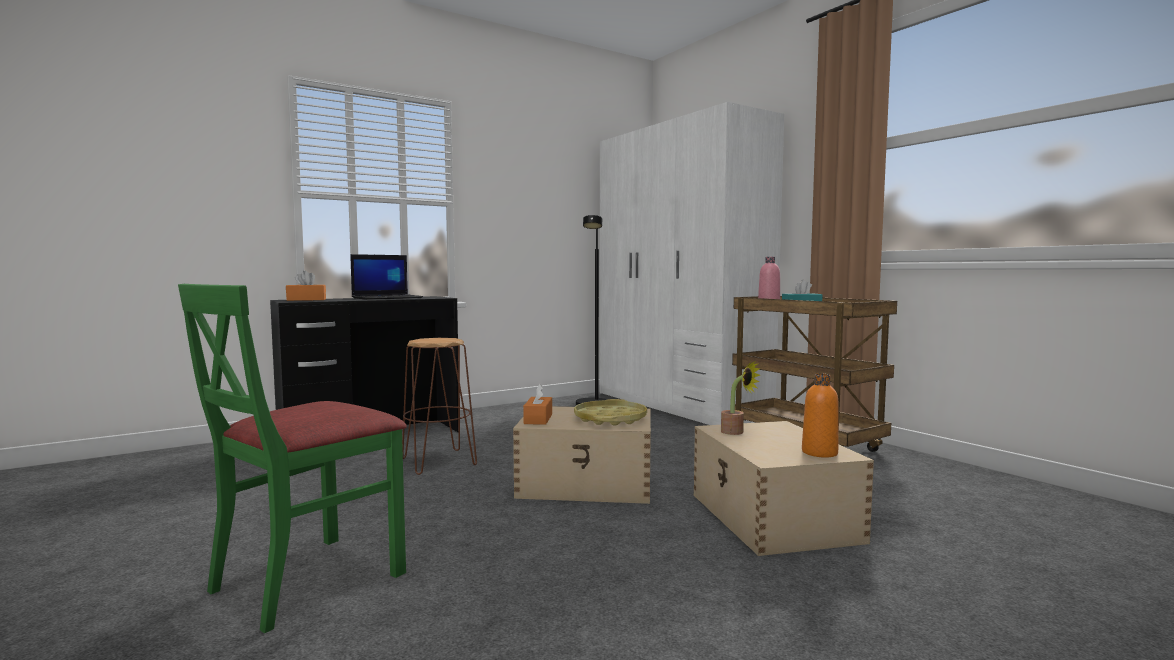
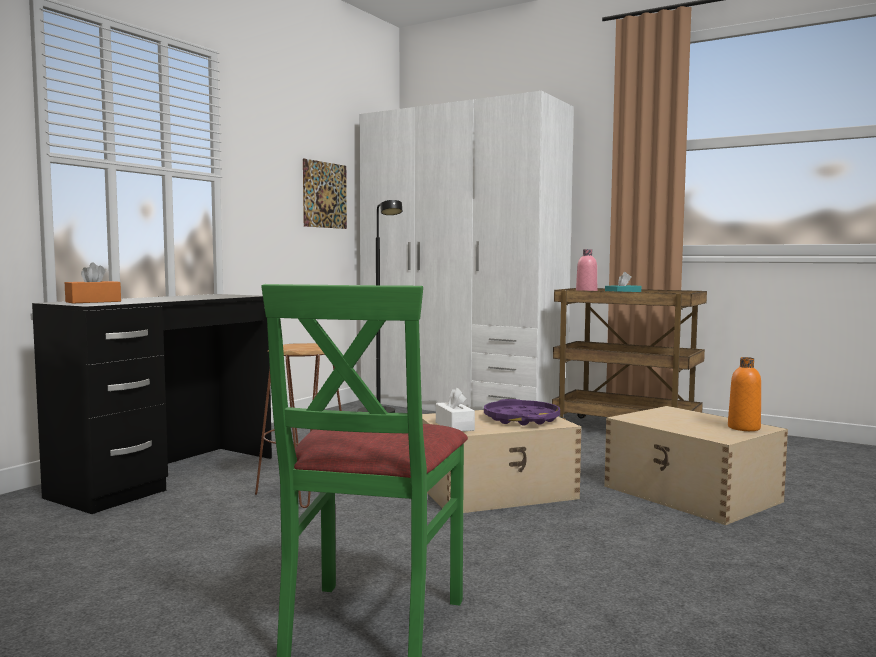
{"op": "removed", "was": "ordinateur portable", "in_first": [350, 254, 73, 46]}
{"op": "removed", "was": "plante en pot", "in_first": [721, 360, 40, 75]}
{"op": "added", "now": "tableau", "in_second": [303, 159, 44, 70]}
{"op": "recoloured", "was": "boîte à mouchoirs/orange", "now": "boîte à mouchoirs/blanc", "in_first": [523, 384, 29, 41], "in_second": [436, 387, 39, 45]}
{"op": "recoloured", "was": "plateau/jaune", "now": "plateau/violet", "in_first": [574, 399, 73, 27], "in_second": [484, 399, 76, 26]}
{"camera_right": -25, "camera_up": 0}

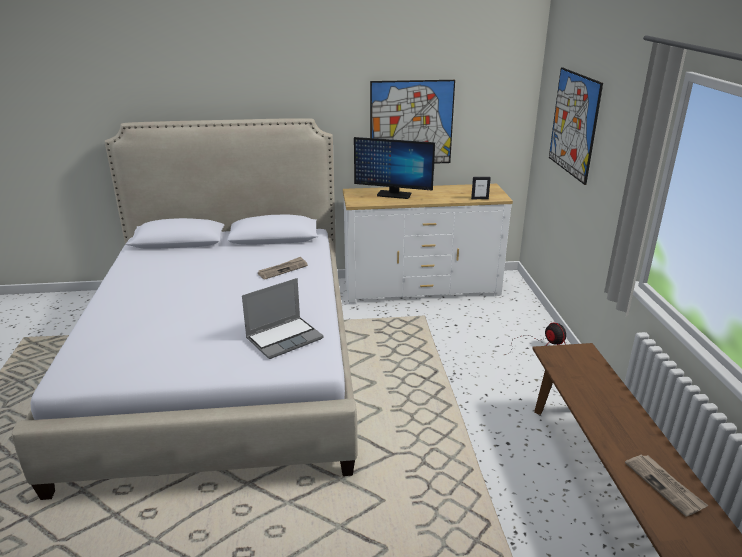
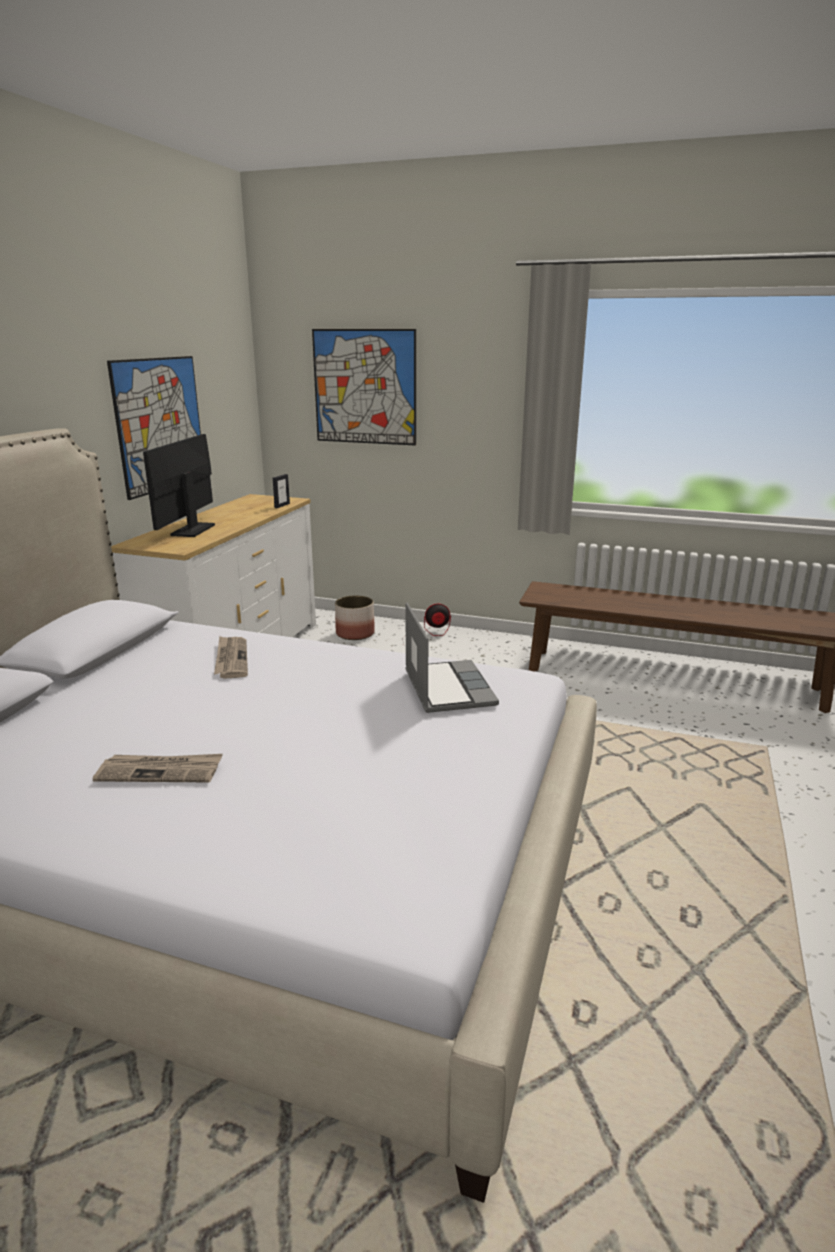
{"op": "added", "now": "cache-pot", "in_second": [335, 596, 40, 44]}
{"op": "moved", "was": "journal", "in_first": [625, 455, 84, 62], "in_second": [93, 754, 130, 28]}
{"op": "turned", "was": "écran d'ordinateur", "in_first": [354, 137, 81, 62], "in_second": [143, 434, 72, 103], "clockwise": 150}
{"camera_right": -65, "camera_up": -5}

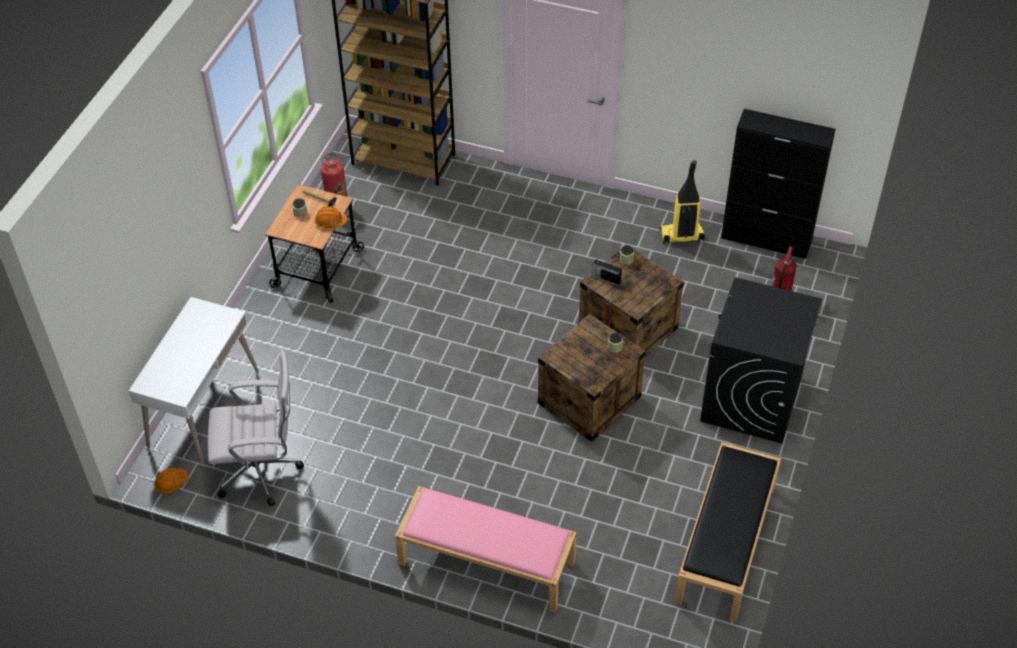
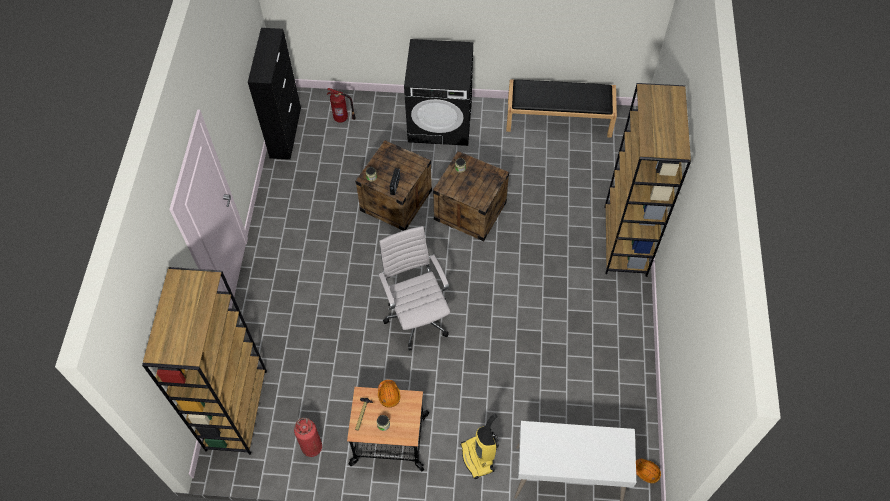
{"op": "moved", "was": "chaise de bureau/blanc", "in_first": [208, 350, 96, 156], "in_second": [378, 226, 73, 124]}
{"op": "moved", "was": "aspirateur", "in_first": [660, 160, 45, 84], "in_second": [461, 413, 38, 66]}
{"op": "replaced", "was": "banc/rose", "now": "bibliothèque/marron", "in_first": [395, 486, 182, 127], "in_second": [605, 83, 86, 194]}
{"camera_right": -105, "camera_up": 10}

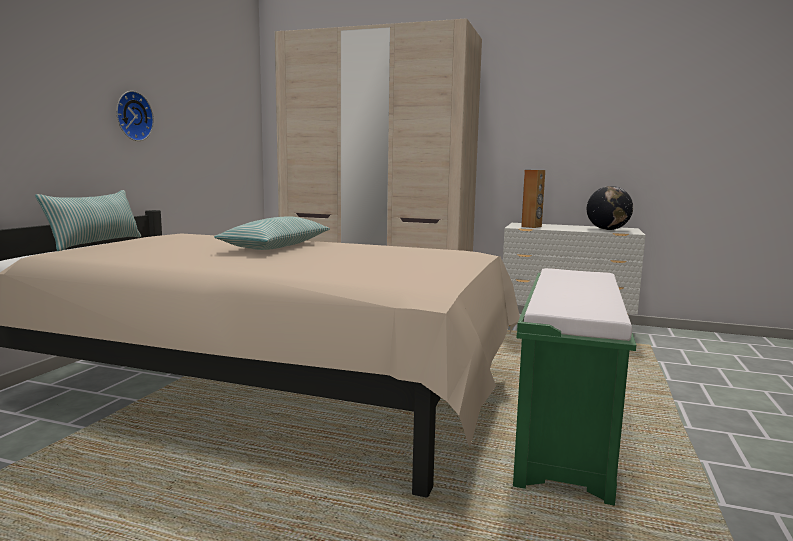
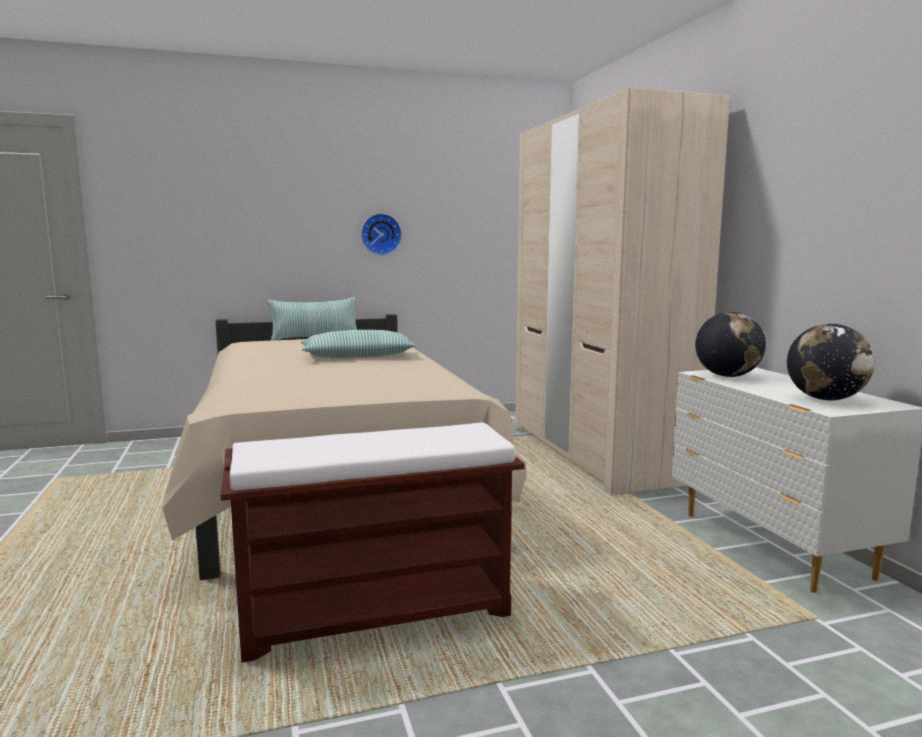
{"op": "replaced", "was": "enceinte/marron", "now": "globe", "in_first": [521, 170, 24, 58], "in_second": [695, 312, 71, 65]}
{"op": "recoloured", "was": "banc/vert", "now": "banc/marron", "in_first": [513, 268, 123, 238], "in_second": [221, 422, 304, 240]}
{"camera_right": 55, "camera_up": 0}

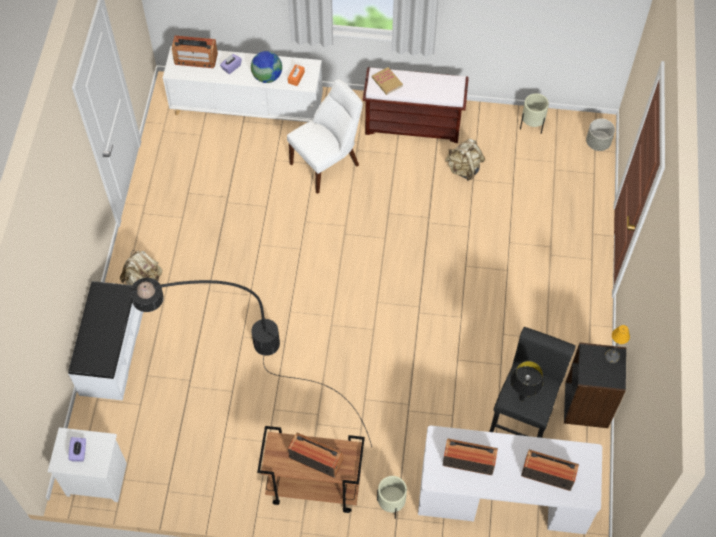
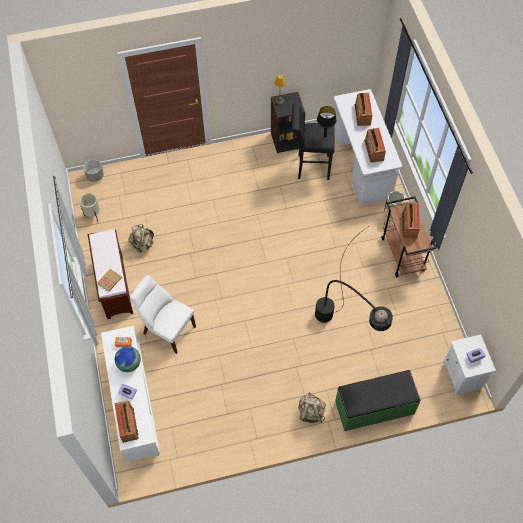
{"op": "recoloured", "was": "banc/blanc", "now": "banc/vert", "in_first": [68, 281, 75, 120], "in_second": [335, 370, 86, 61]}
{"camera_right": -110, "camera_up": 0}

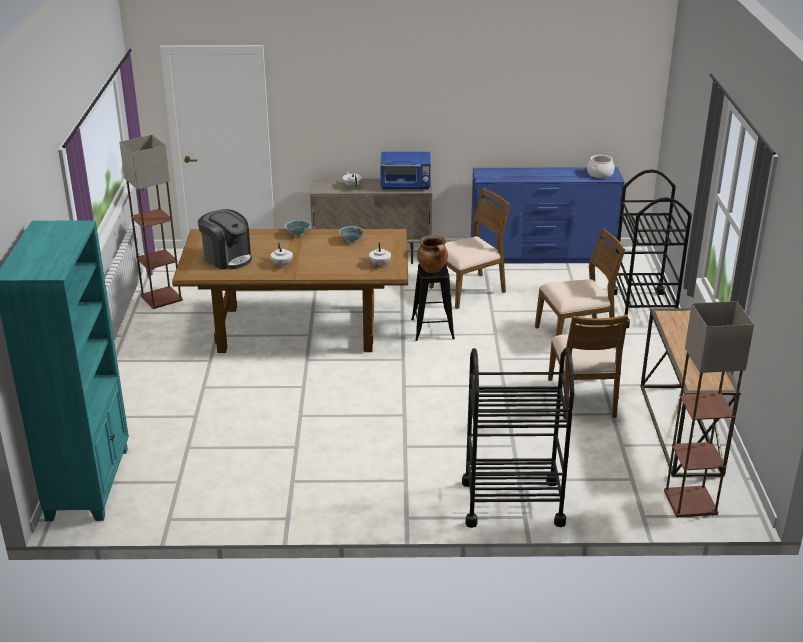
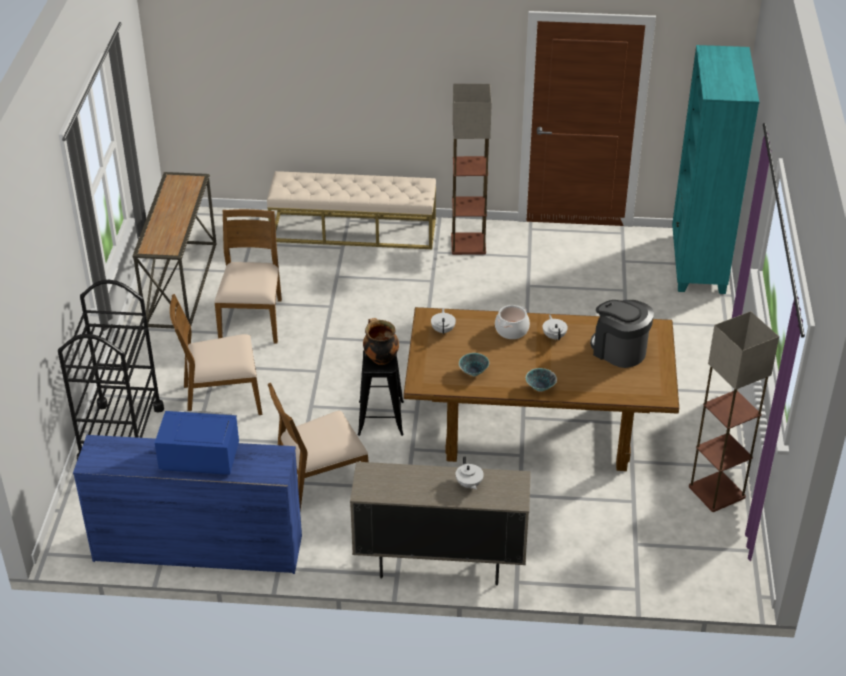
{"op": "moved", "was": "micro-ondes/bleu", "in_first": [380, 152, 51, 38], "in_second": [155, 411, 84, 64]}
{"op": "moved", "was": "marmite", "in_first": [587, 155, 27, 23], "in_second": [495, 305, 35, 34]}
{"op": "moved", "was": "lampadaire", "in_first": [664, 301, 90, 216], "in_second": [451, 84, 41, 171]}
{"op": "replaced", "was": "chariot/noir", "now": "banc/beige", "in_first": [462, 348, 112, 180], "in_second": [267, 171, 169, 78]}
{"camera_right": -175, "camera_up": 10}

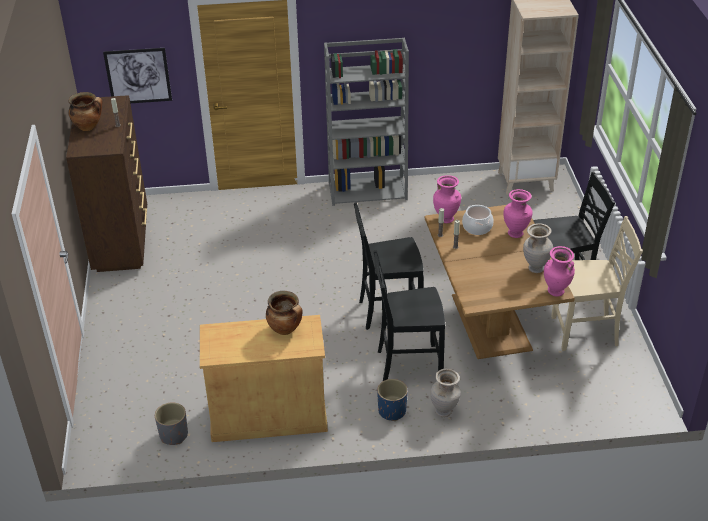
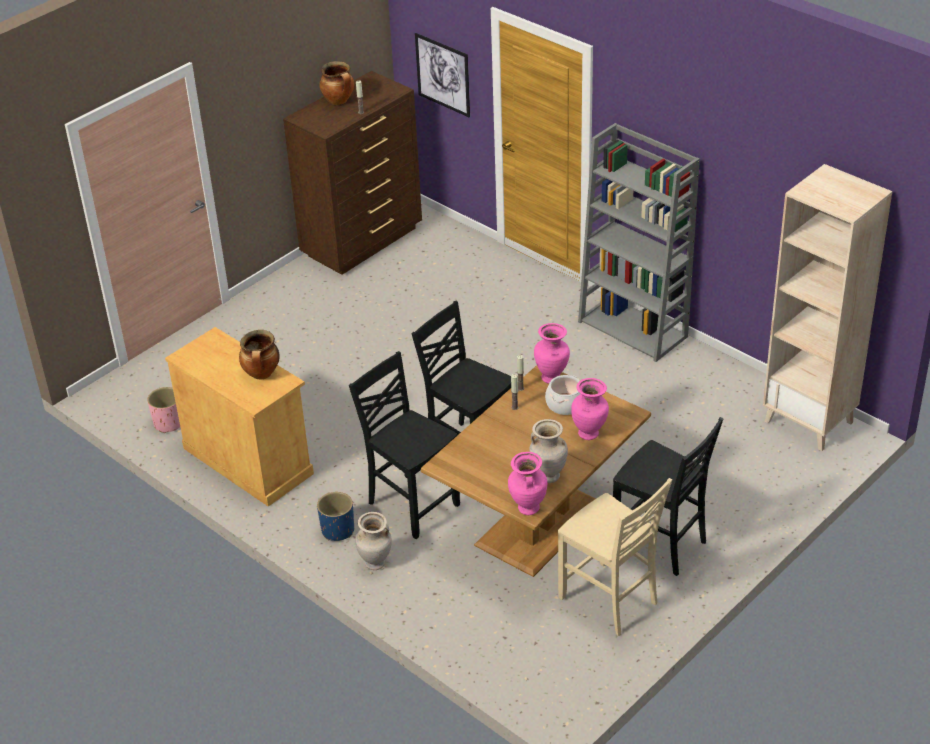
{"op": "recoloured", "was": "cache-pot/gris", "now": "cache-pot/rose", "in_first": [155, 402, 33, 43], "in_second": [147, 387, 33, 46]}
{"camera_right": 50, "camera_up": 0}

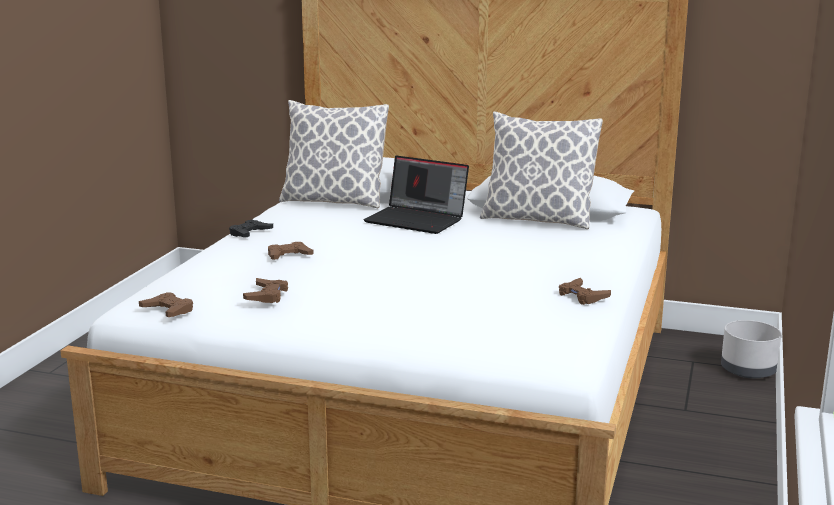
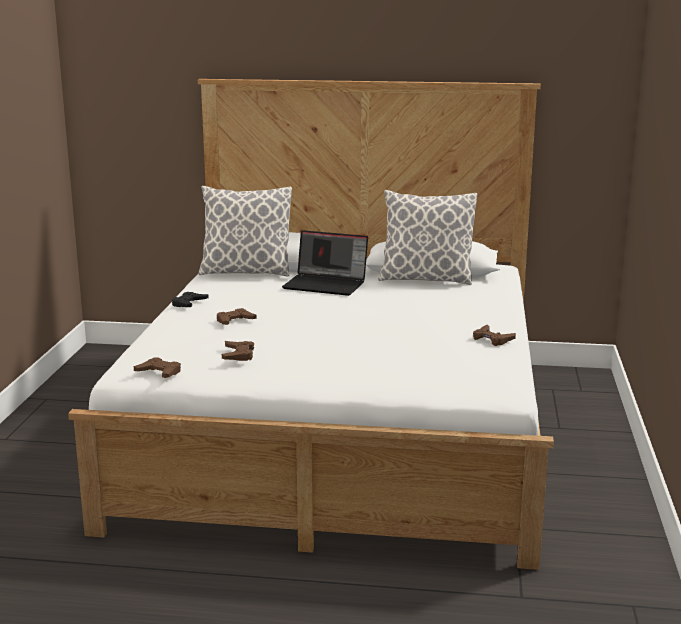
{"op": "removed", "was": "cache-pot/gris", "in_first": [721, 320, 61, 59]}
{"camera_right": -10, "camera_up": 0}

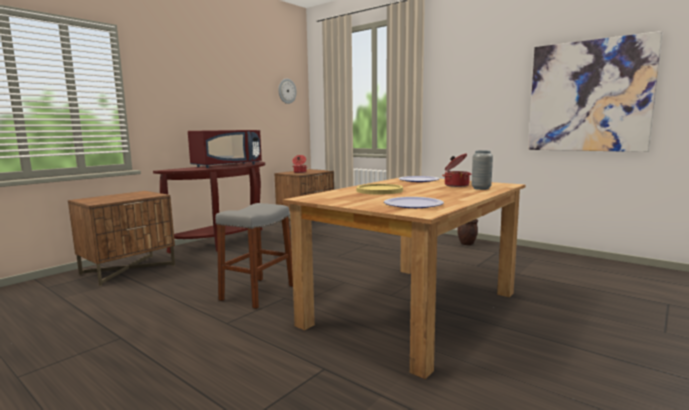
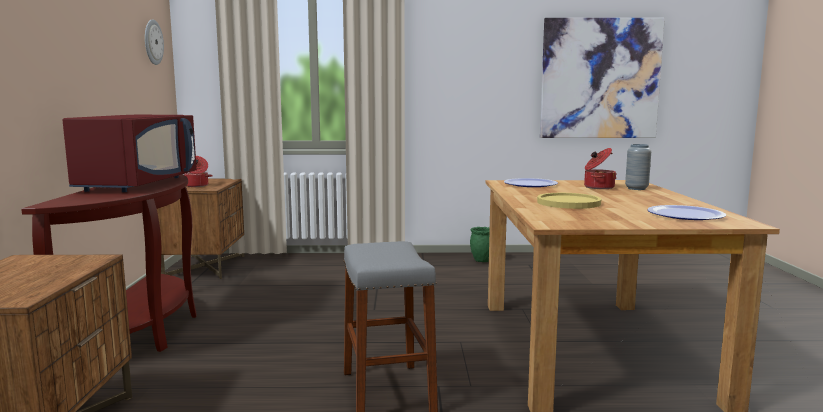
{"op": "recoloured", "was": "cache-pot/marron", "now": "cache-pot/vert", "in_first": [457, 219, 21, 26], "in_second": [470, 227, 20, 35]}
{"camera_right": -40, "camera_up": 0}

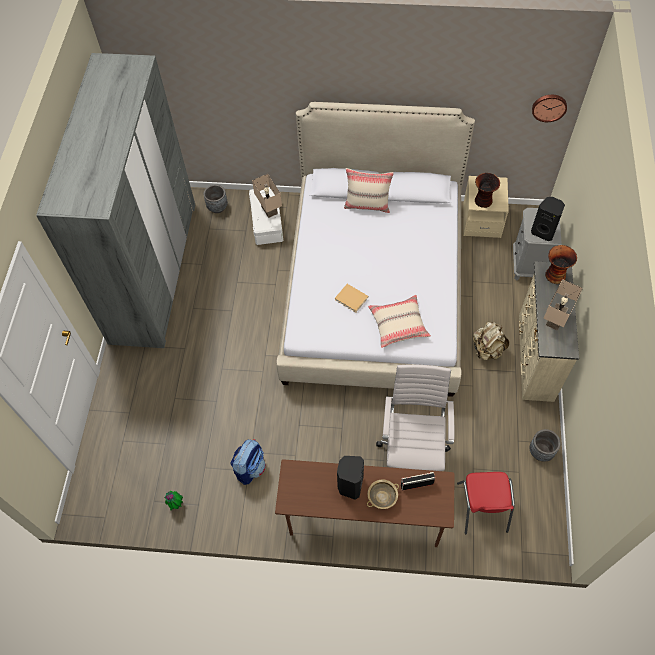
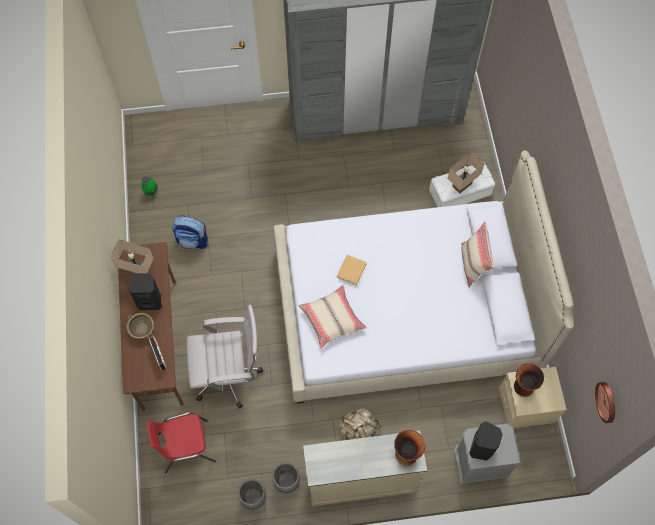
{"op": "moved", "was": "cache-pot/gris", "in_first": [204, 184, 24, 29], "in_second": [272, 462, 28, 31]}
{"op": "moved", "was": "lampe de table/beige", "in_first": [543, 279, 40, 52], "in_second": [110, 239, 44, 36]}
{"camera_right": 75, "camera_up": 5}

